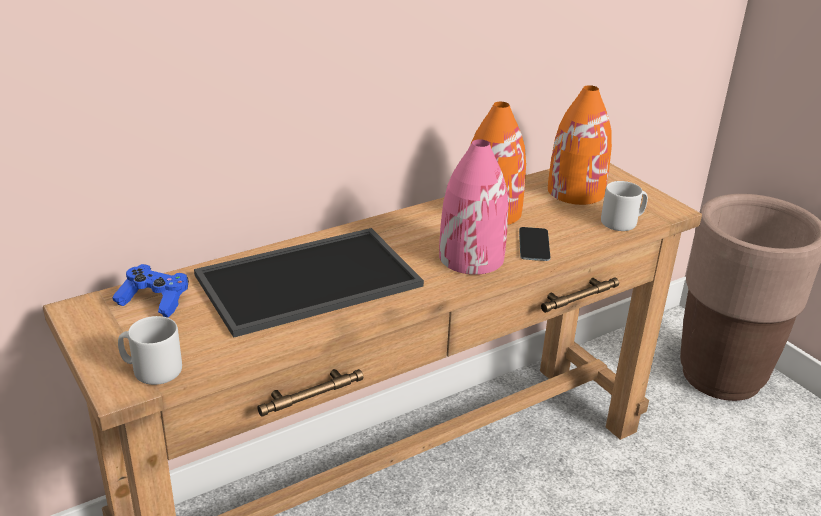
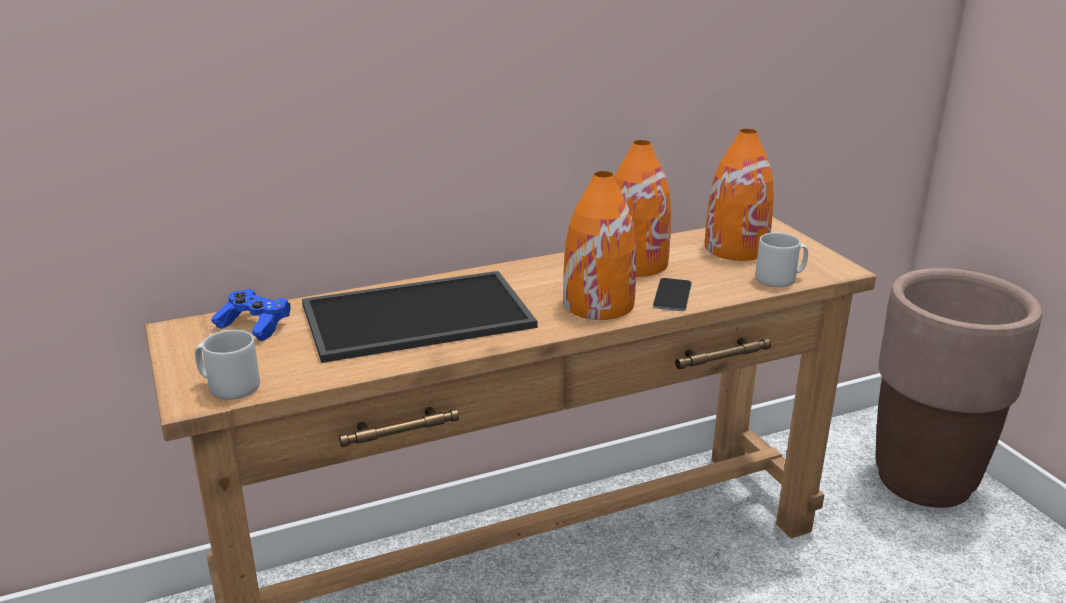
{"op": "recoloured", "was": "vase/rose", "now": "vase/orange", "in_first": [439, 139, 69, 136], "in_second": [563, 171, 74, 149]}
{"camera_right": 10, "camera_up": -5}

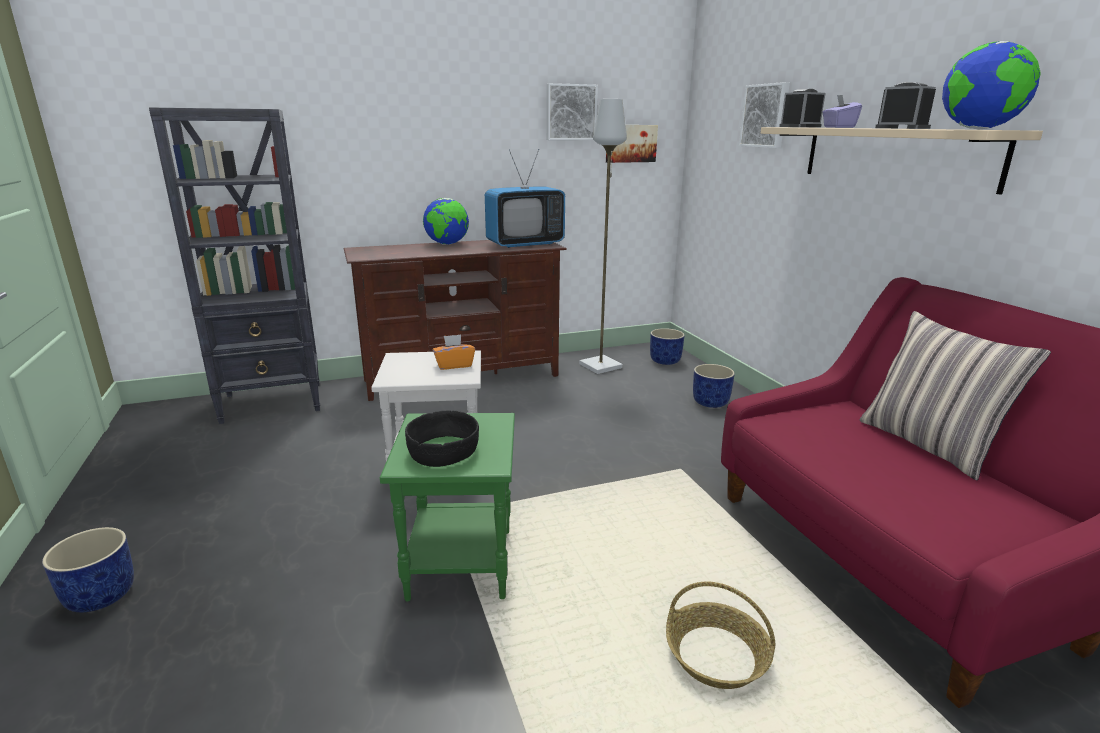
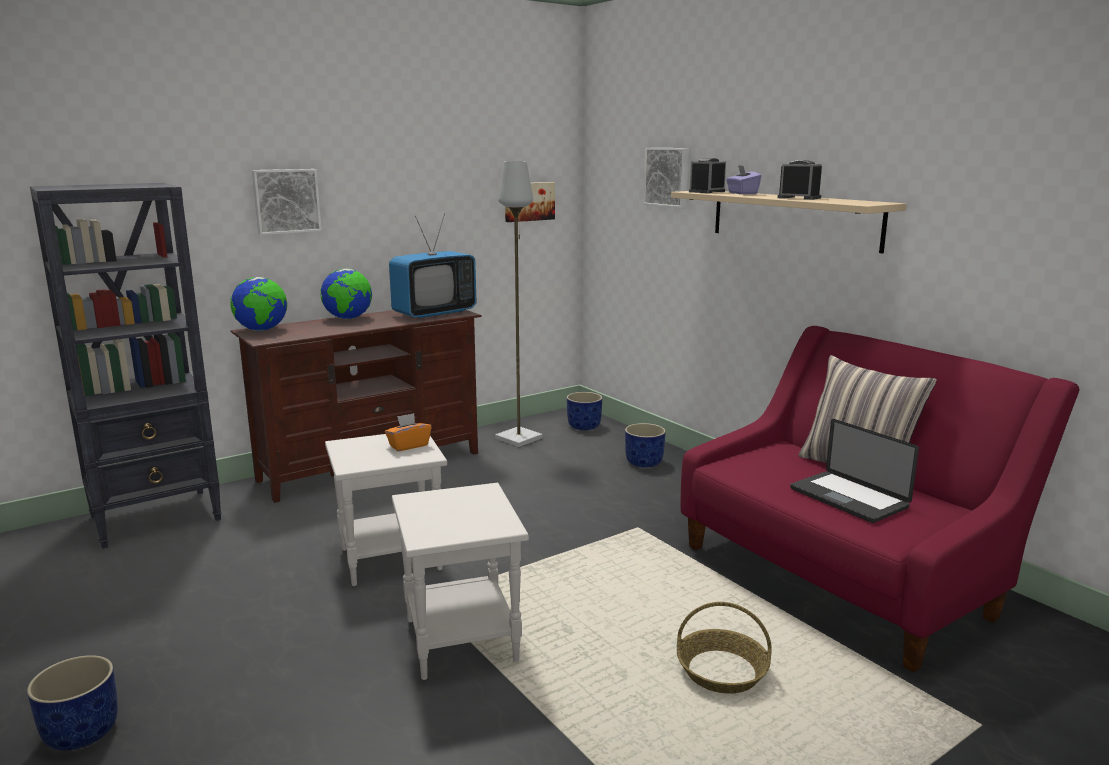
{"op": "removed", "was": "bol/noir", "in_first": [405, 410, 74, 57]}
{"op": "added", "now": "ordinateur portable", "in_second": [790, 419, 129, 104]}
{"op": "moved", "was": "tableau", "in_first": [546, 83, 52, 57], "in_second": [252, 169, 70, 66]}
{"op": "moved", "was": "globe", "in_first": [942, 41, 99, 89], "in_second": [230, 277, 57, 54]}
{"op": "recoloured", "was": "table d'appoint/vert", "now": "table d'appoint/blanc", "in_first": [380, 413, 135, 189], "in_second": [392, 483, 137, 197]}
{"camera_right": -15, "camera_up": -5}

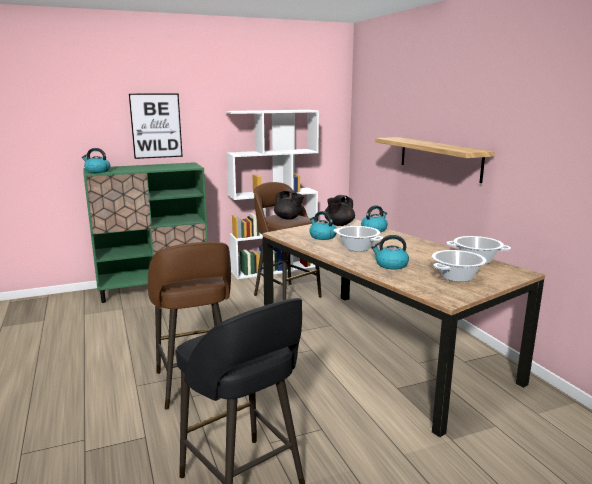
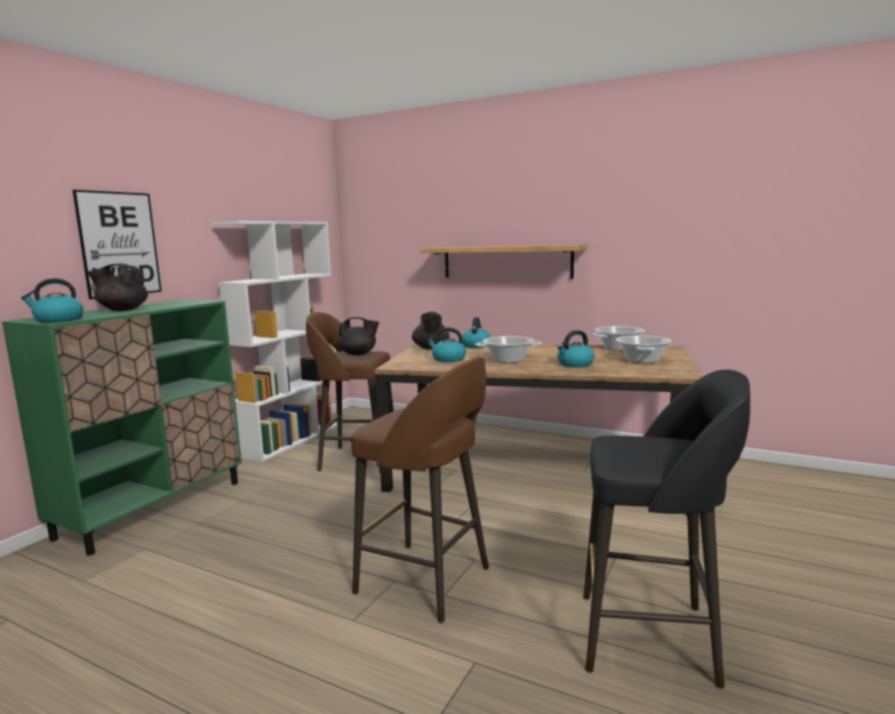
{"op": "added", "now": "théière/noir", "in_second": [88, 263, 60, 48]}
{"camera_right": -40, "camera_up": -5}

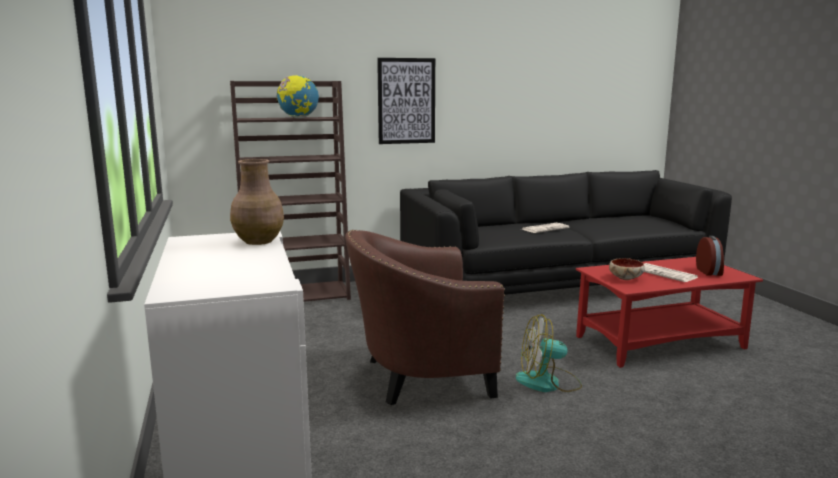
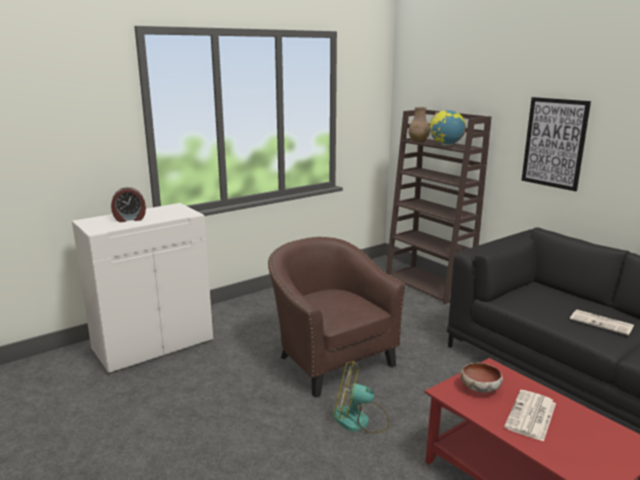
{"op": "moved", "was": "vase/marron", "in_first": [230, 159, 54, 86], "in_second": [408, 107, 22, 36]}
{"op": "moved", "was": "réveil", "in_first": [696, 236, 28, 40], "in_second": [111, 187, 35, 35]}
{"op": "turned", "was": "ventilateur", "in_first": [516, 314, 66, 78], "in_second": [333, 361, 56, 73], "clockwise": -60}
{"camera_right": 70, "camera_up": 5}

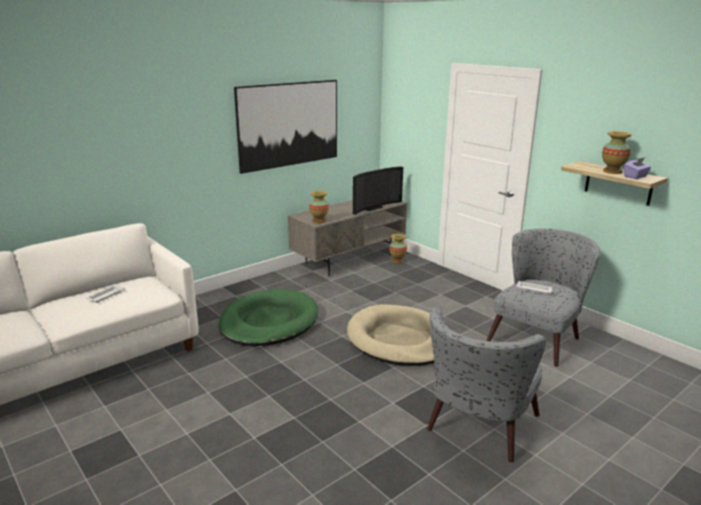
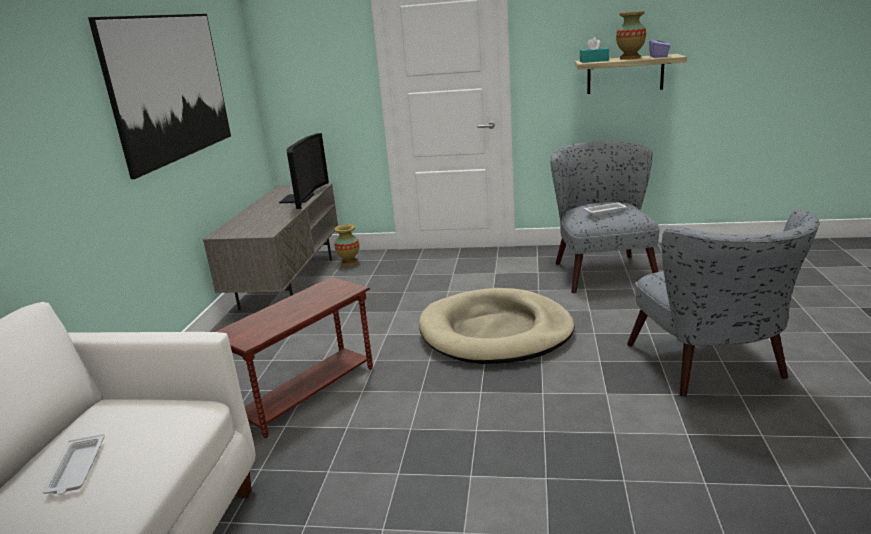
{"op": "removed", "was": "vase", "in_first": [309, 191, 20, 32]}
{"op": "added", "now": "boîte à mouchoirs/turquoise", "in_second": [580, 37, 29, 26]}
{"op": "replaced", "was": "panier pour chien/vert", "now": "table d'appoint/marron", "in_first": [219, 289, 99, 57], "in_second": [215, 277, 158, 161]}
{"camera_right": -40, "camera_up": 0}

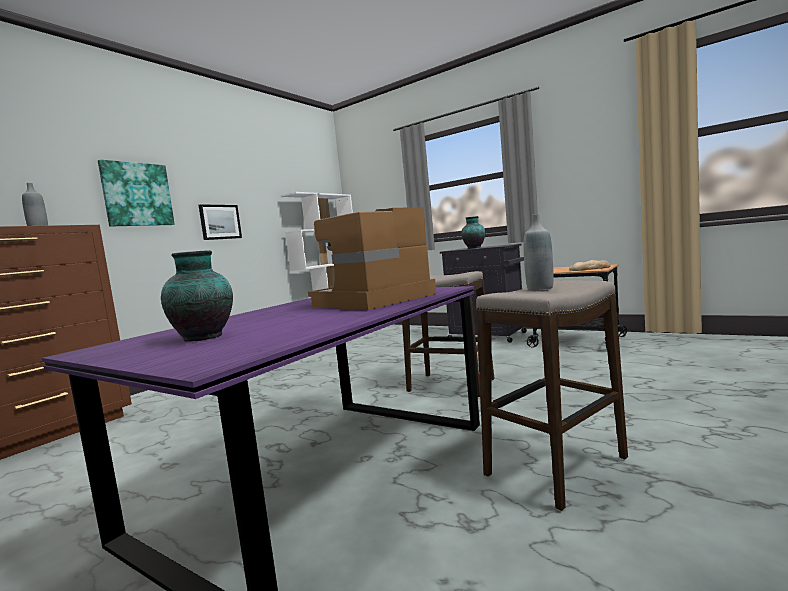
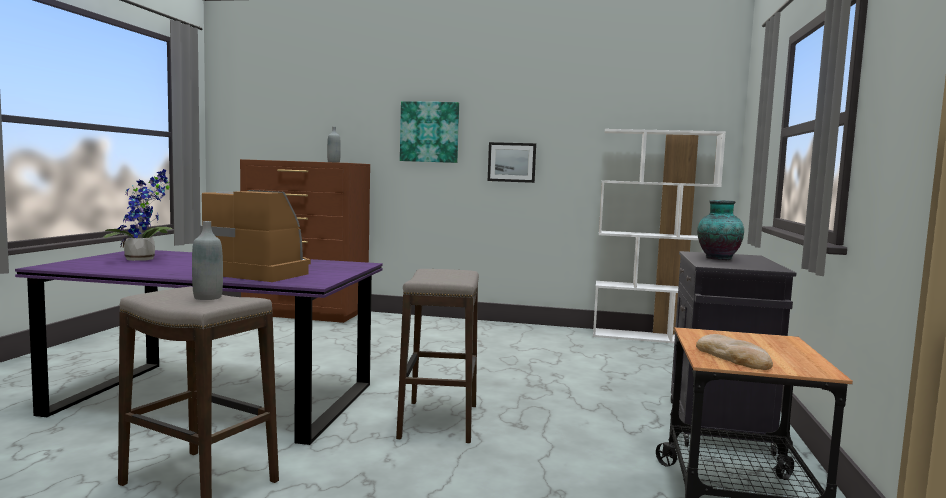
{"op": "replaced", "was": "vase", "now": "plante en pot", "in_first": [161, 250, 72, 92], "in_second": [103, 169, 69, 92]}
{"camera_right": 65, "camera_up": 0}

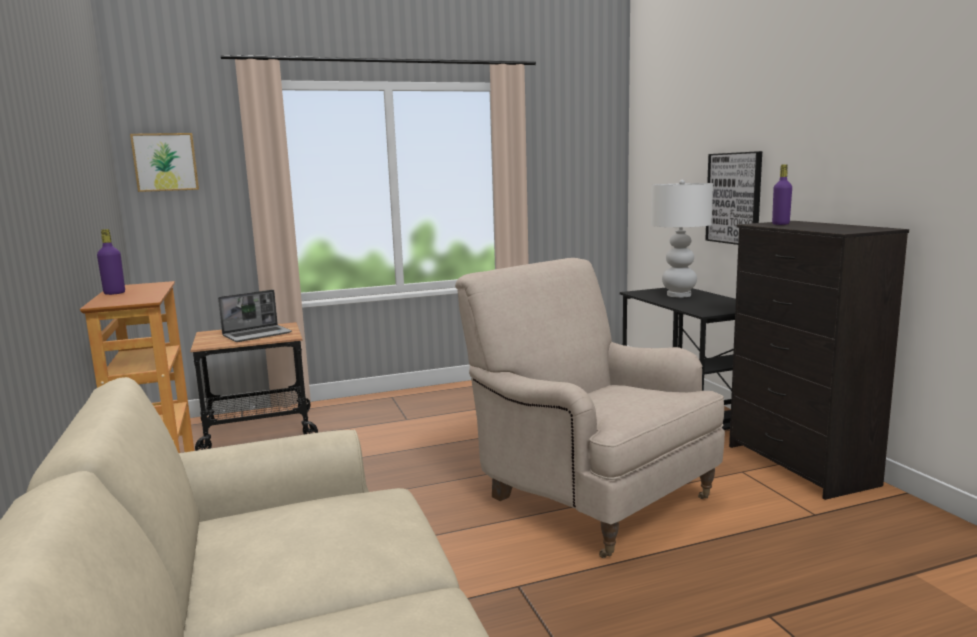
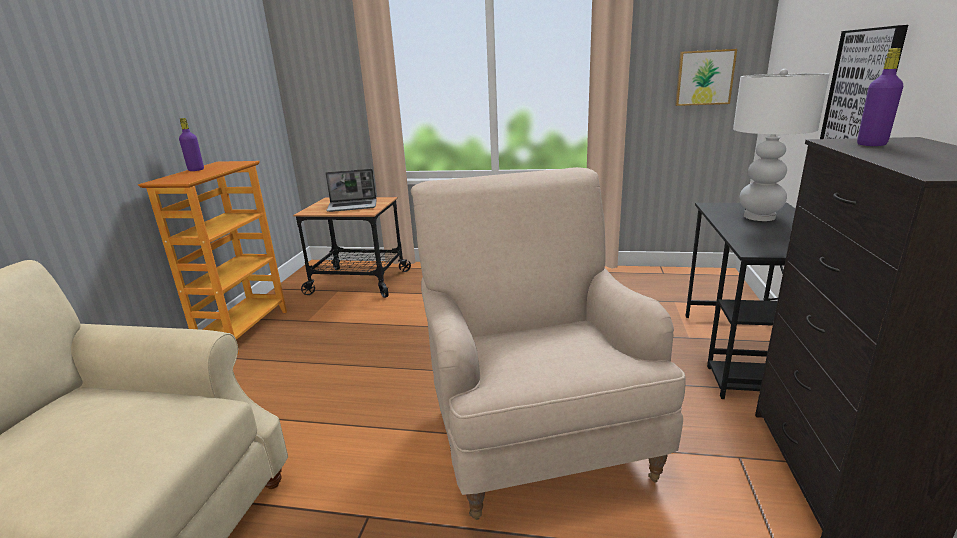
{"op": "moved", "was": "tableau", "in_first": [130, 133, 69, 59], "in_second": [675, 49, 62, 57]}
{"camera_right": 30, "camera_up": 10}

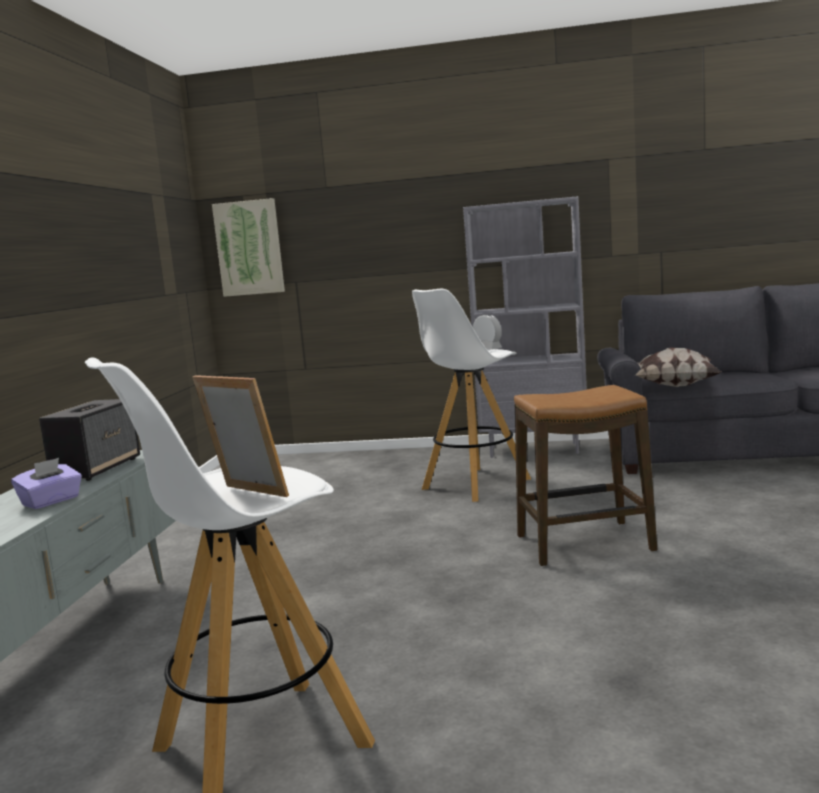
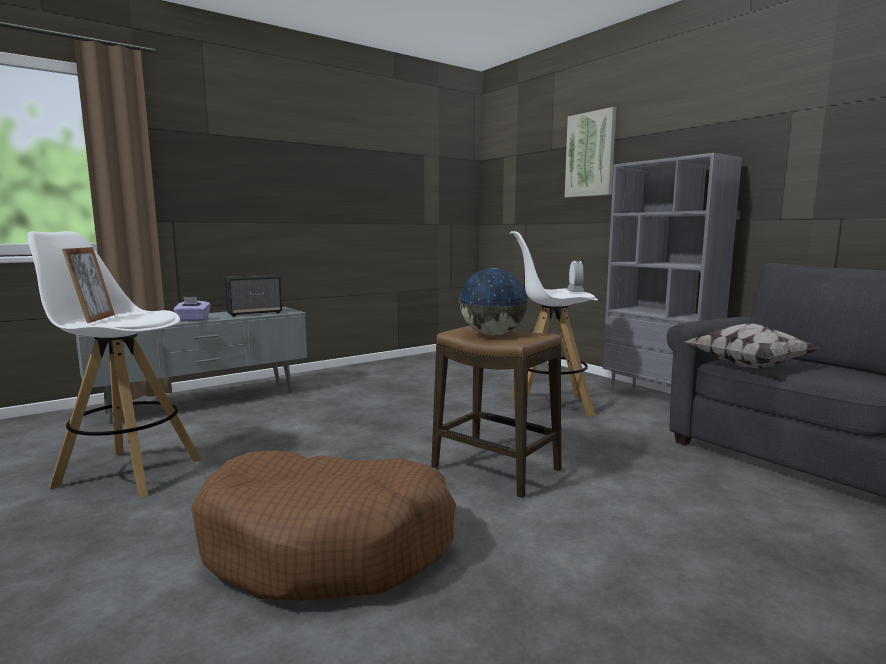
{"op": "added", "now": "panier pour chien/marron", "in_second": [191, 450, 265, 151]}
{"op": "added", "now": "globe", "in_second": [459, 268, 70, 68]}
{"op": "moved", "was": "tableau", "in_first": [212, 198, 73, 99], "in_second": [565, 107, 51, 91]}
{"camera_right": 45, "camera_up": 0}

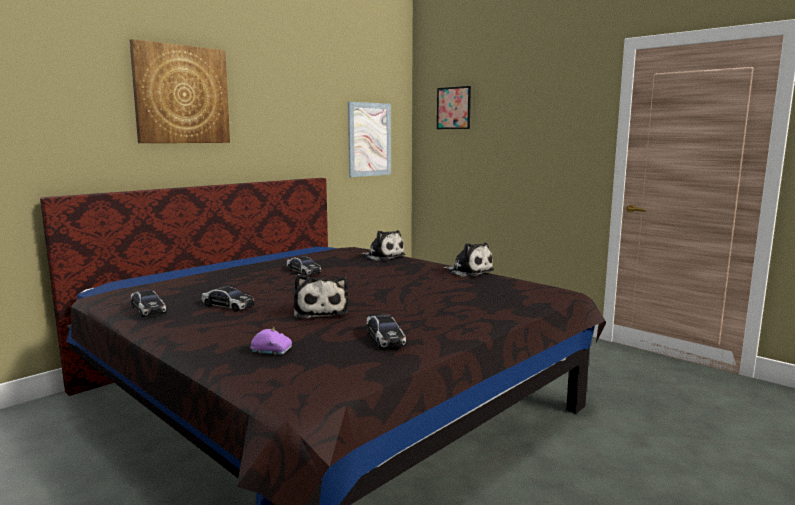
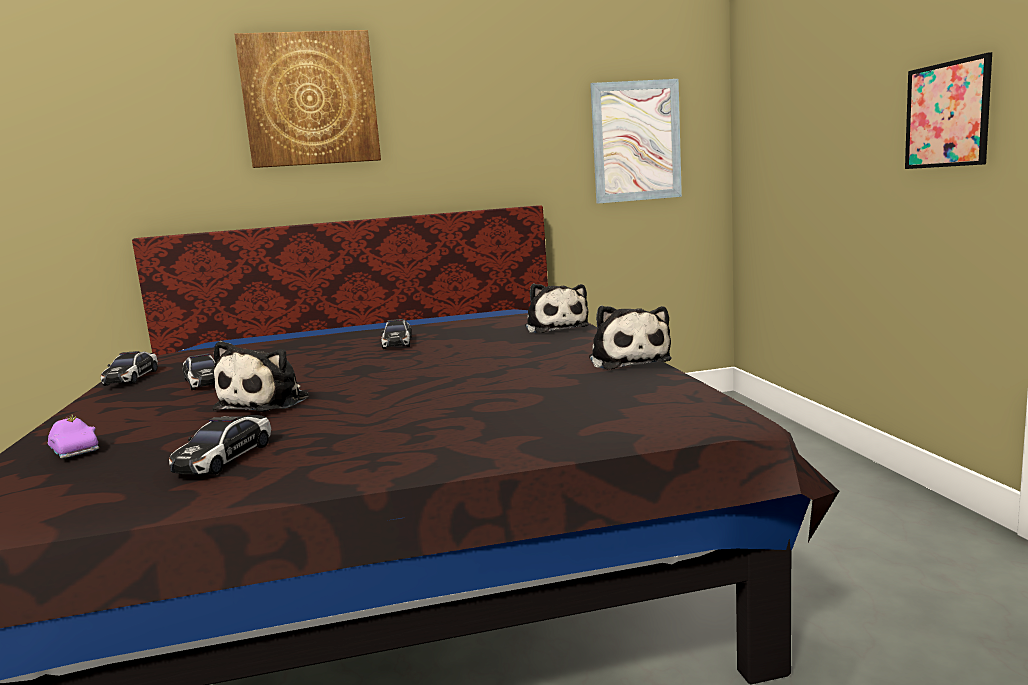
{"op": "moved", "was": "tableau", "in_first": [437, 86, 34, 43], "in_second": [905, 52, 87, 117]}
{"camera_right": 35, "camera_up": 0}

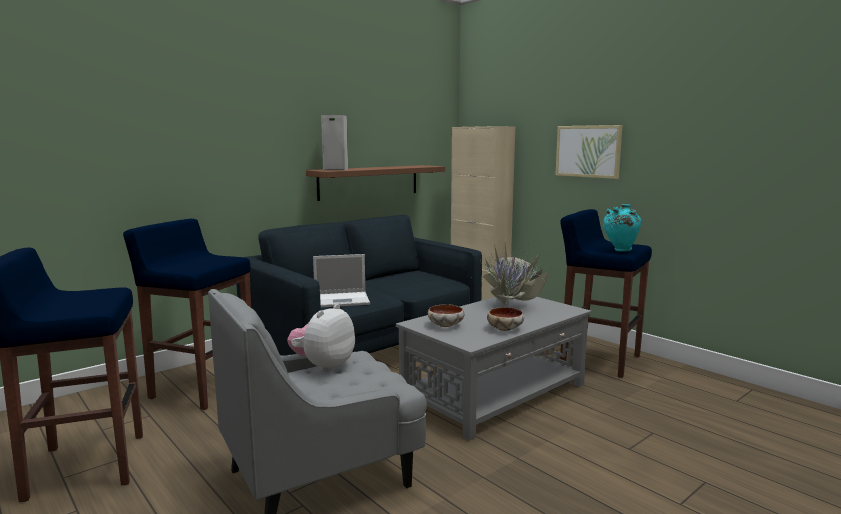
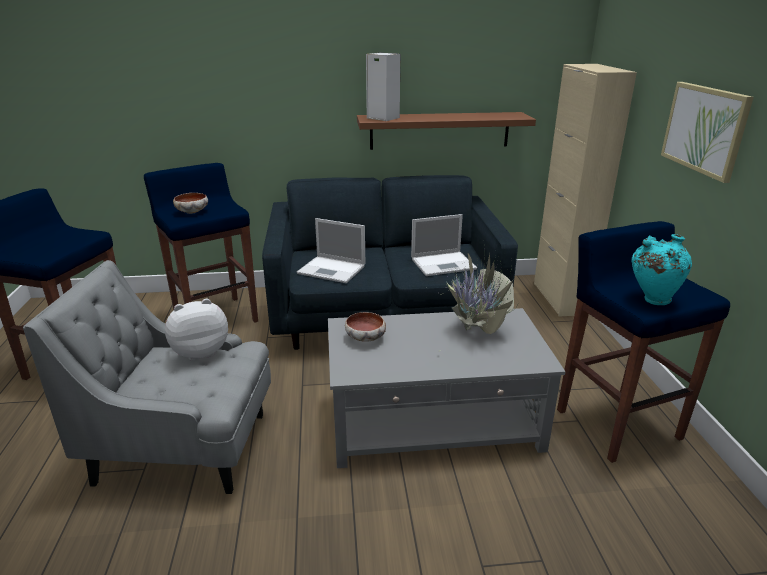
{"op": "added", "now": "ordinateur portable", "in_second": [411, 214, 66, 62]}
{"op": "moved", "was": "bol", "in_first": [487, 307, 37, 24], "in_second": [173, 193, 35, 21]}
{"camera_right": 35, "camera_up": 15}

